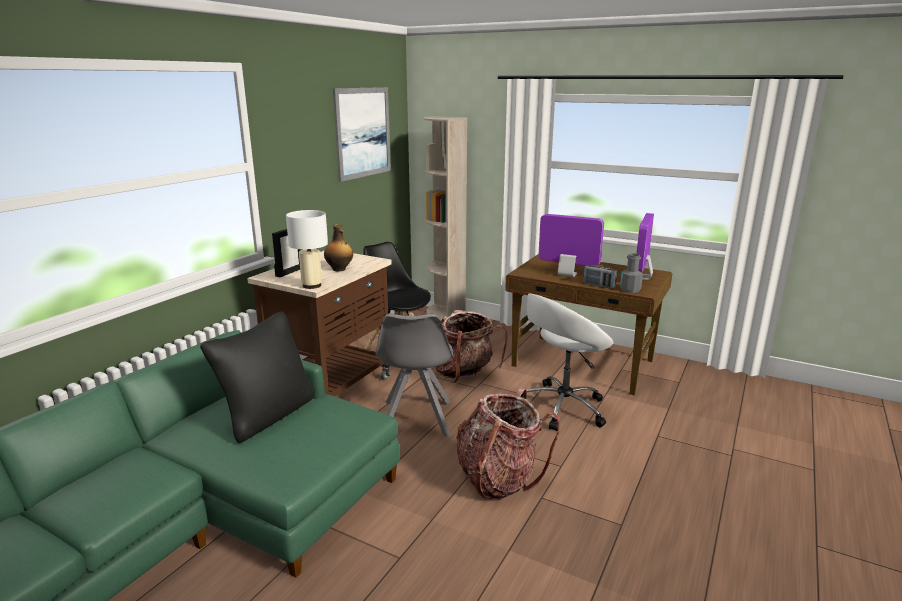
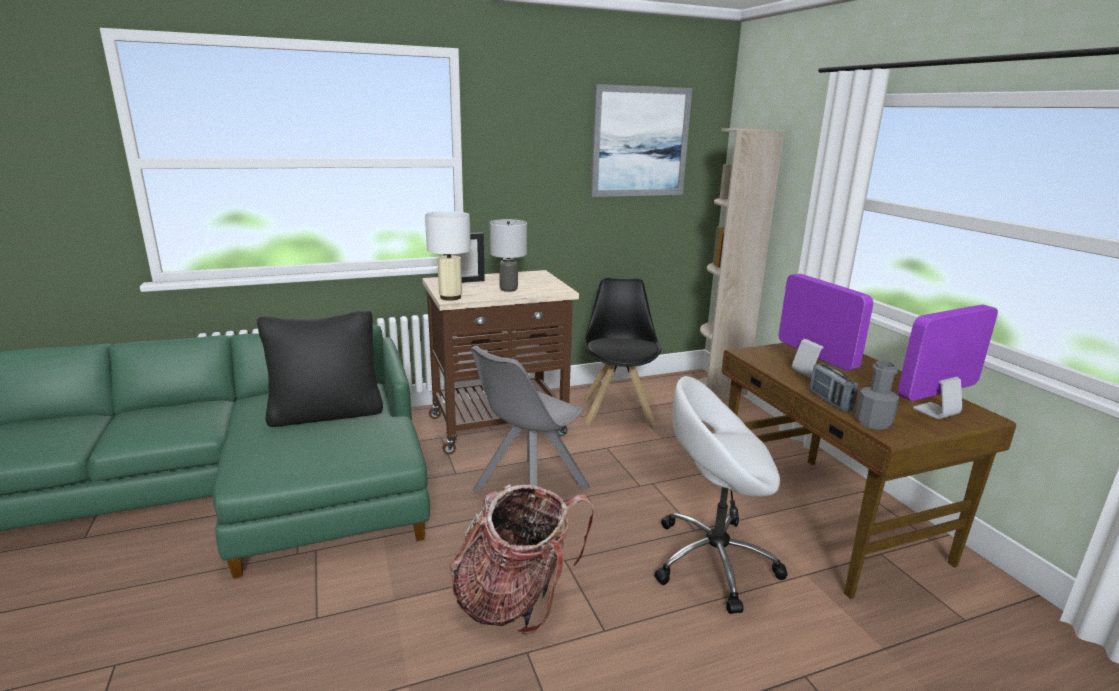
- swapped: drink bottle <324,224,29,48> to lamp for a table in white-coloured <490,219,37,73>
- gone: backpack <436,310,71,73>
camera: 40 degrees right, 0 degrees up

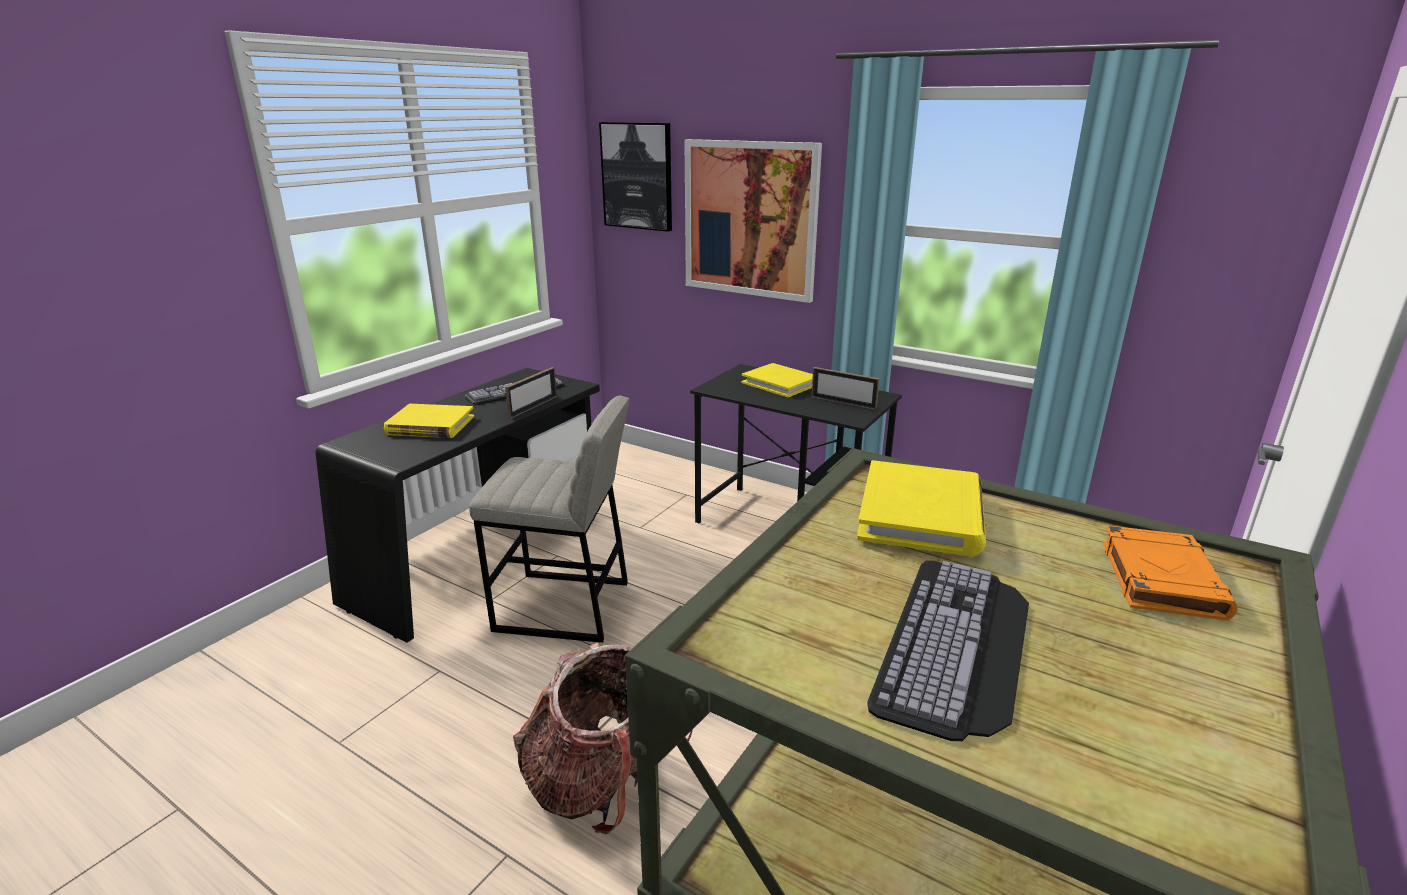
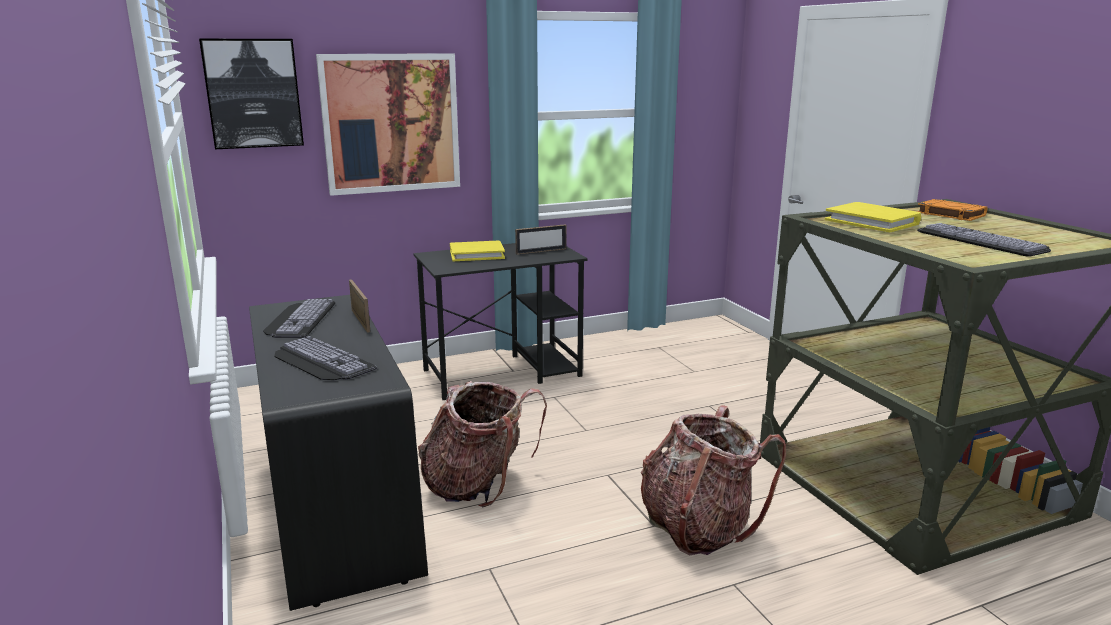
- swapped: book in yellow <384,404,90,34> to PC keyboard <274,336,103,45>
- swapped: chair in grey <469,395,161,248> to backpack <418,381,129,127>
camera: 55 degrees left, 5 degrees down

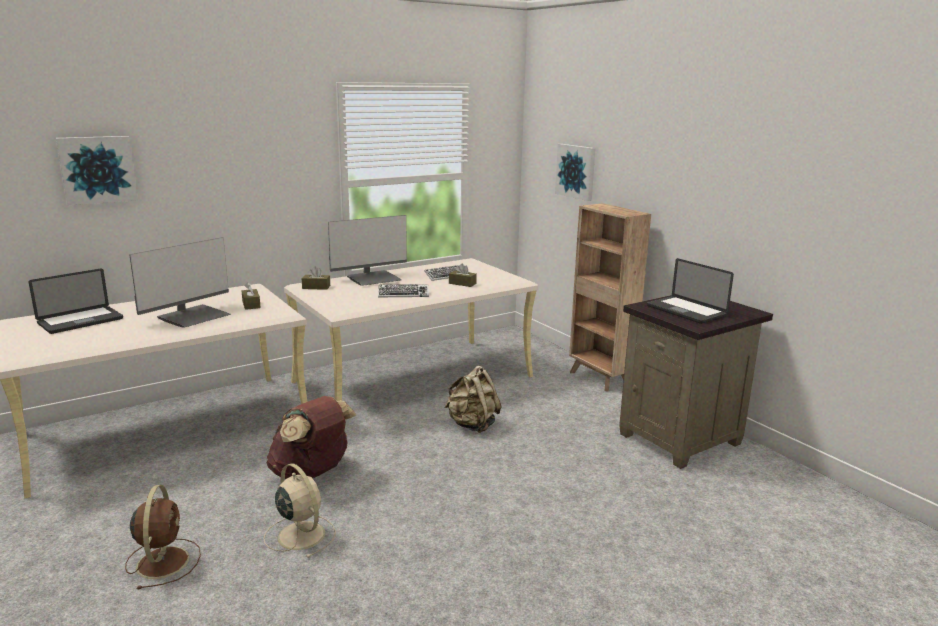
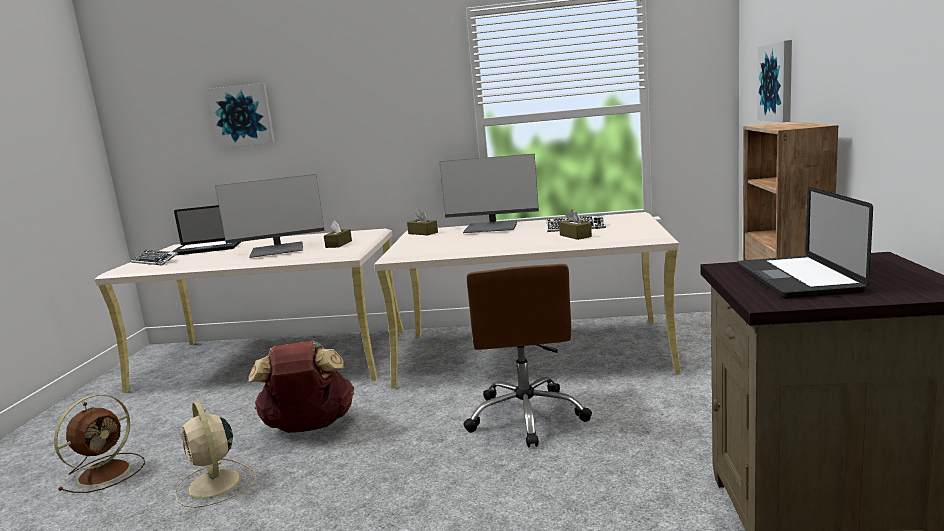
- shifted: PC keyboard <378,284,51,13> to <131,250,47,15>
- rotated: electric fan in beige <264,463,72,95> = <175,401,81,107> 150 degrees clockwise
- swapped: backpack in beige <444,366,57,67> to desk chair in brown <463,264,129,183>
camera: 40 degrees right, 5 degrees down

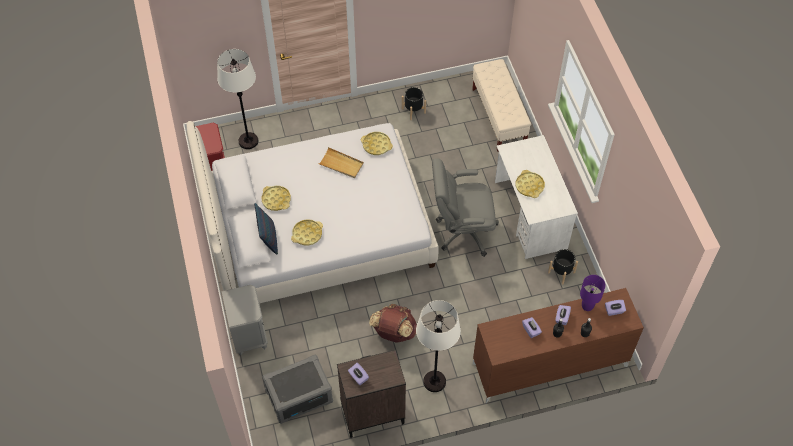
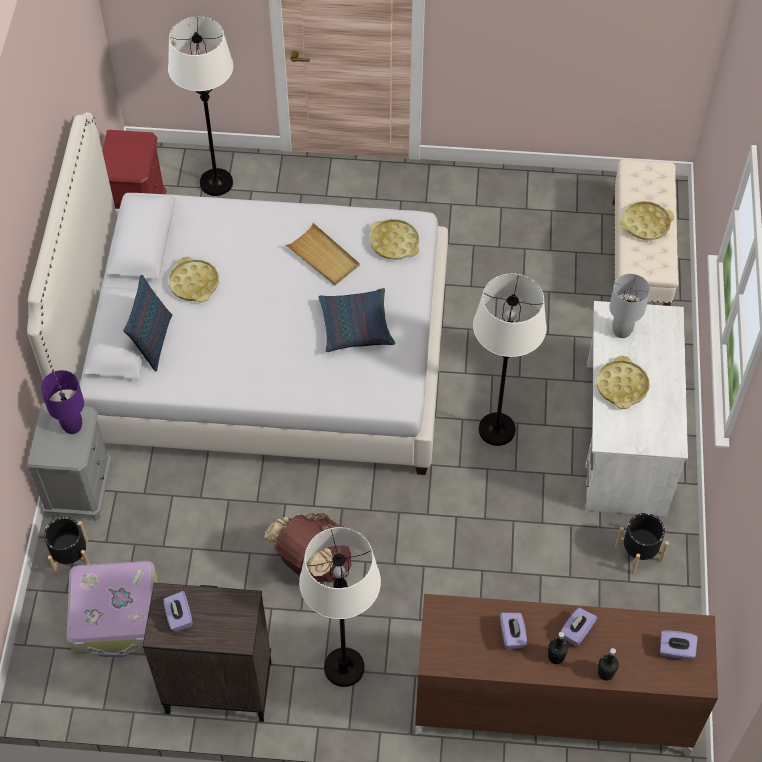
- shifted: lamp for a table in purple-coloured <580,275,26,36> to <41,370,43,64>
- shifted: plant pot in black-coloured <402,87,24,33> to <44,517,46,59>
- swapped: storage box in grey <262,355,71,69> to travel case <67,561,90,97>
- new: throw pillow in blue <319,288,76,64>
- swapped: desk chair in grey <432,158,67,99> to standard lamp in white-coloured <473,273,74,173>
- new: lamp for a table in grey <609,273,41,65>
- shifted: tray in yellow <291,219,32,27> to <620,201,54,39>
camera: 20 degrees right, 0 degrees up

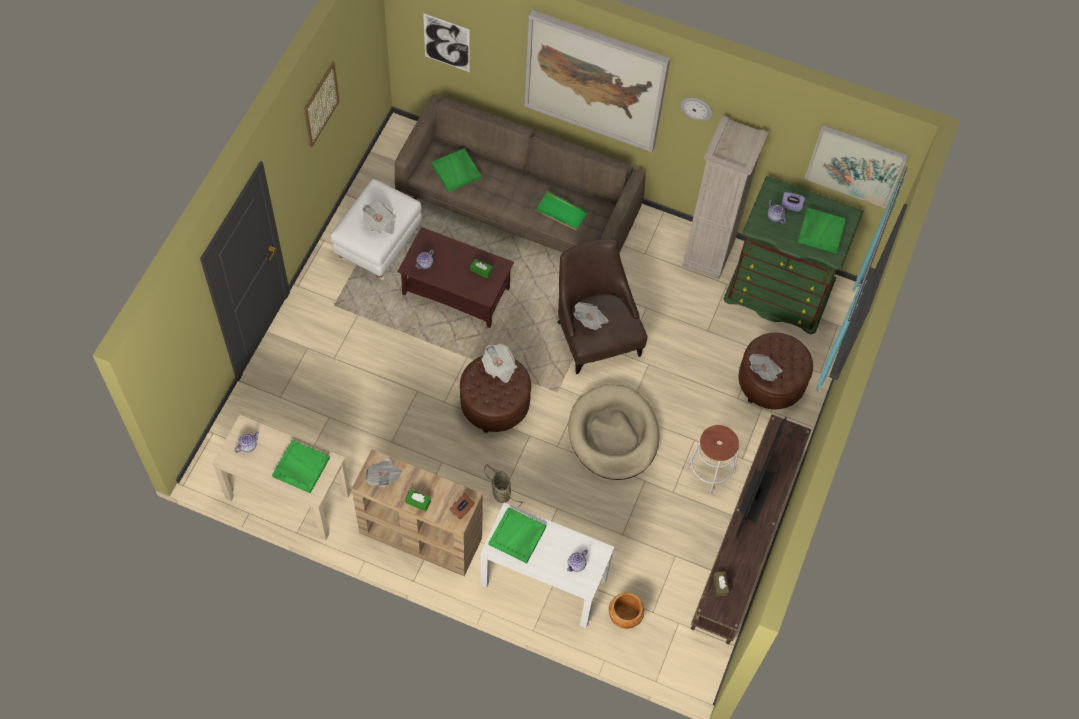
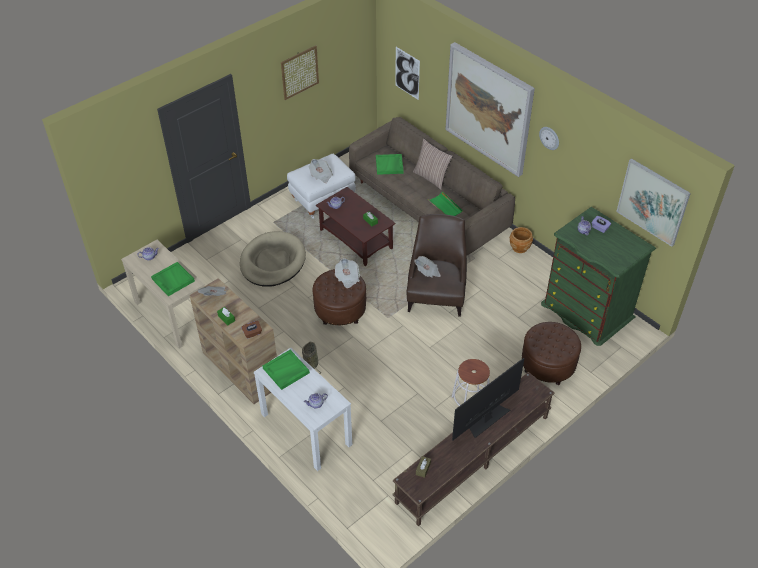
- shifted: pet bed in beige <568,384,91,96> to <240,231,66,56>
- new: throw pillow <413,139,40,51>
- shifted: plant pot in brown <608,593,36,36> to <510,227,23,26>
- gone: storage cabinet in beige <682,116,87,163>
- gone: printed paper <749,354,33,27>
- gone: tray in green <798,208,48,45>
camera: 30 degrees right, 15 degrees down

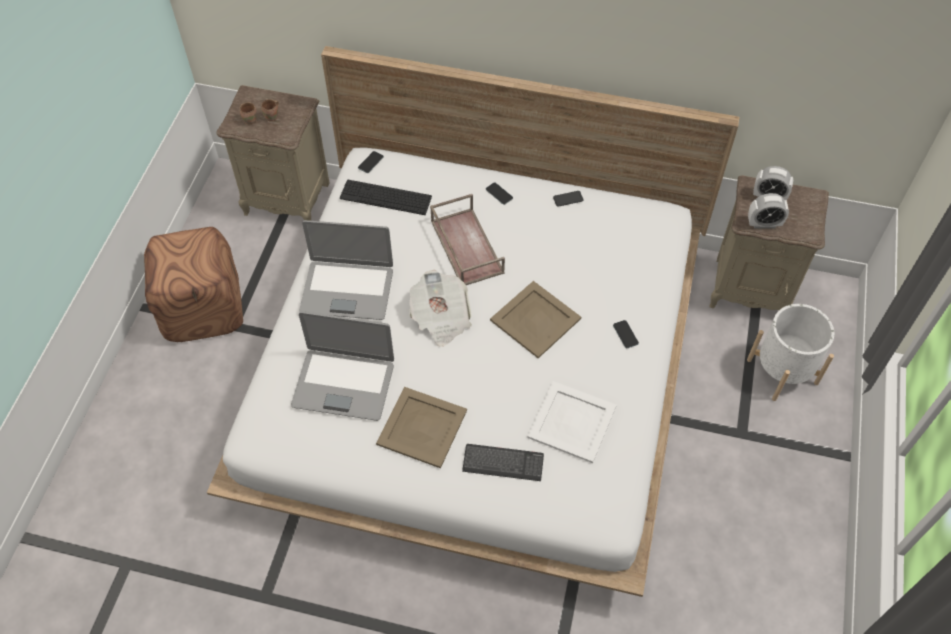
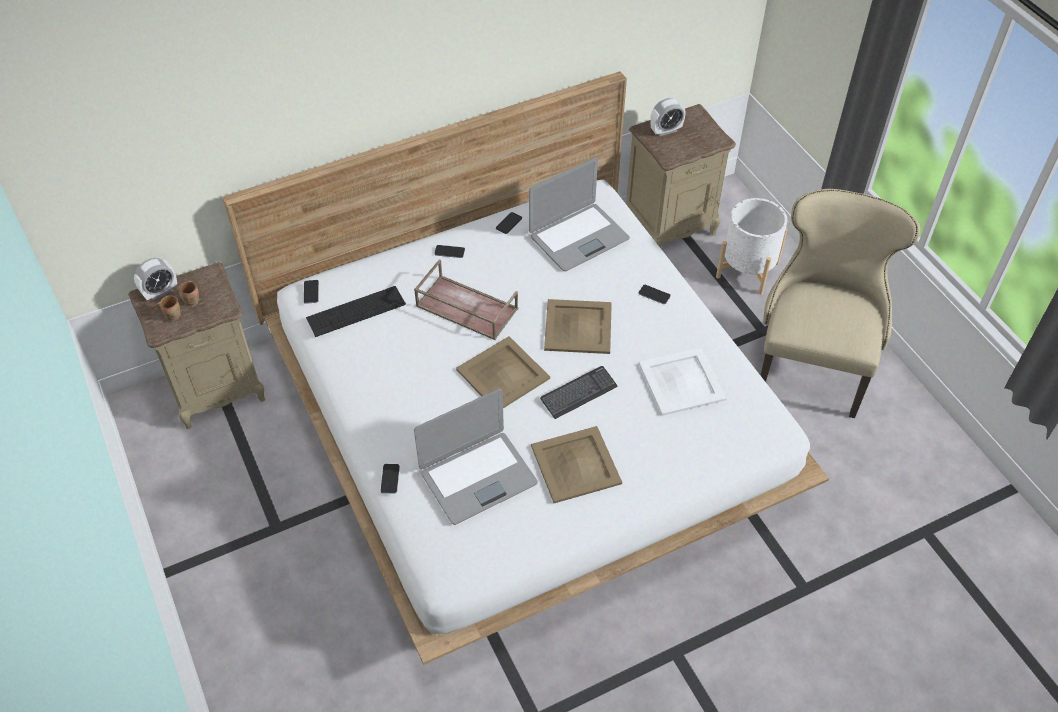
- shifted: table clock <748,193,41,36> to <134,258,43,43>
- new: telephone <381,464,19,30>
- swapped: printed paper <409,270,63,77> to tray in beige <456,336,94,72>
- shifted: laptop <299,220,94,100> to <529,158,101,113>
- shifted: PC keyboard <462,444,82,37> to <540,366,78,53>
- new: chair in beige <760,189,160,229>
- gone: footrest in brown <144,227,99,115>
camera: 40 degrees left, 5 degrees down

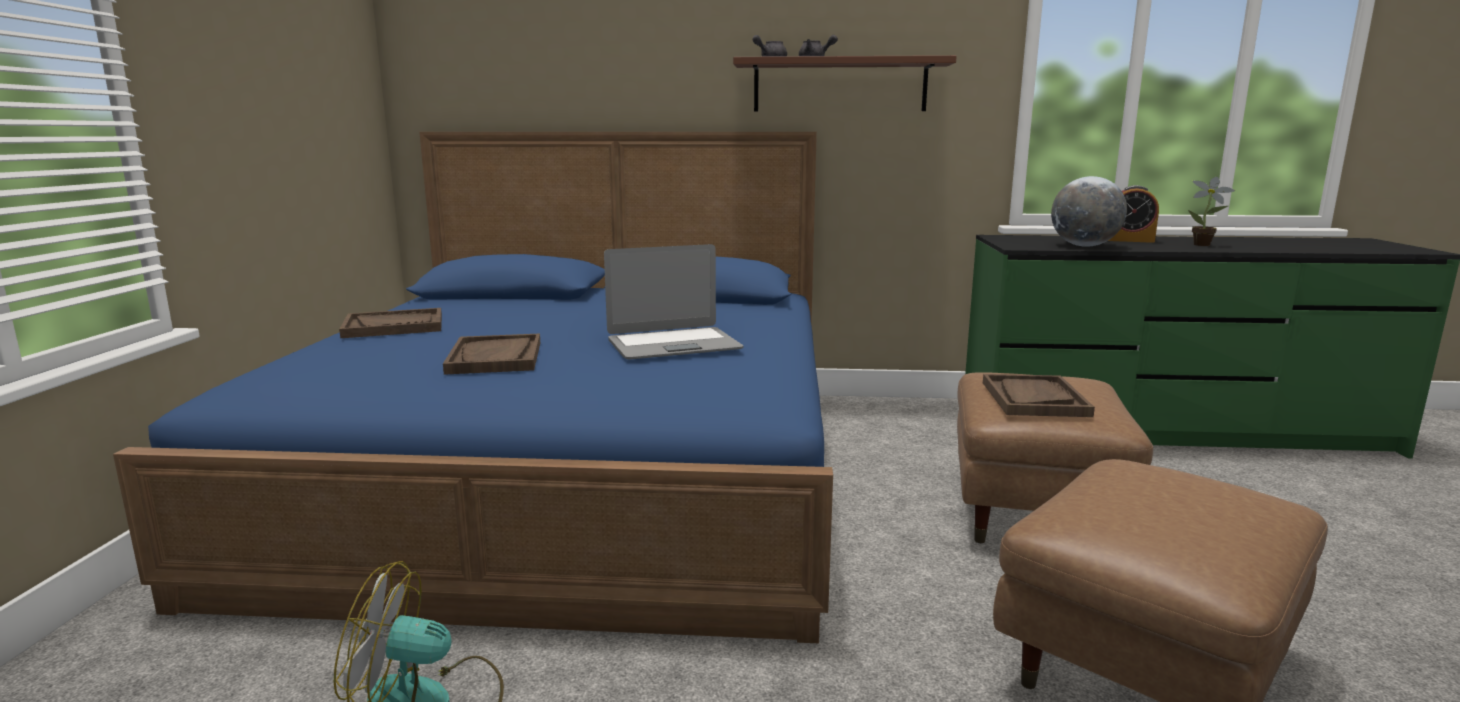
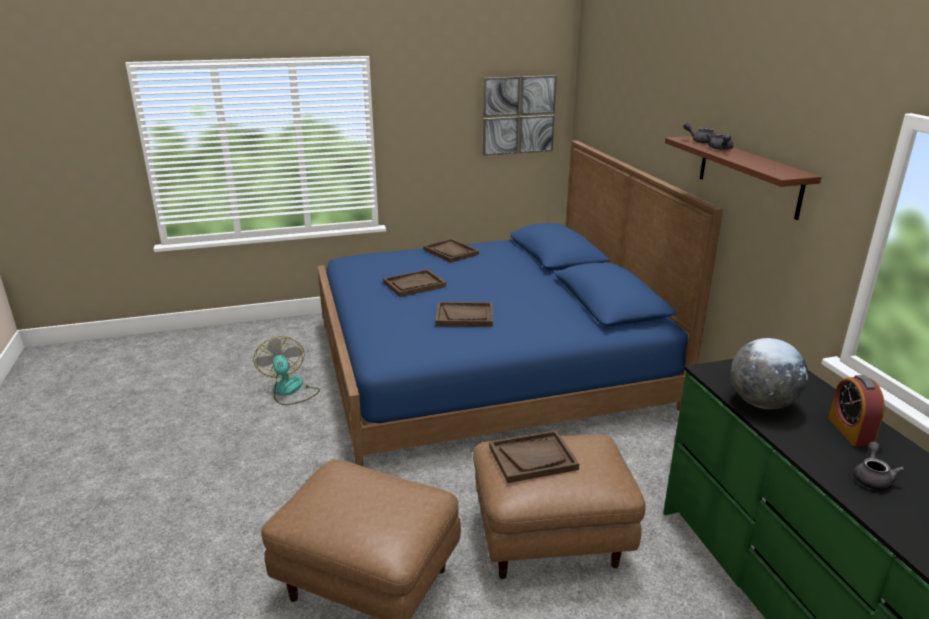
- swapped: laptop <604,244,140,116> to tray in brown <435,302,58,25>
- new: wall art <483,75,74,81>
- swapped: potted plant <1188,177,47,69> to tea pot in grey <854,442,51,48>
camera: 70 degrees right, 10 degrees up

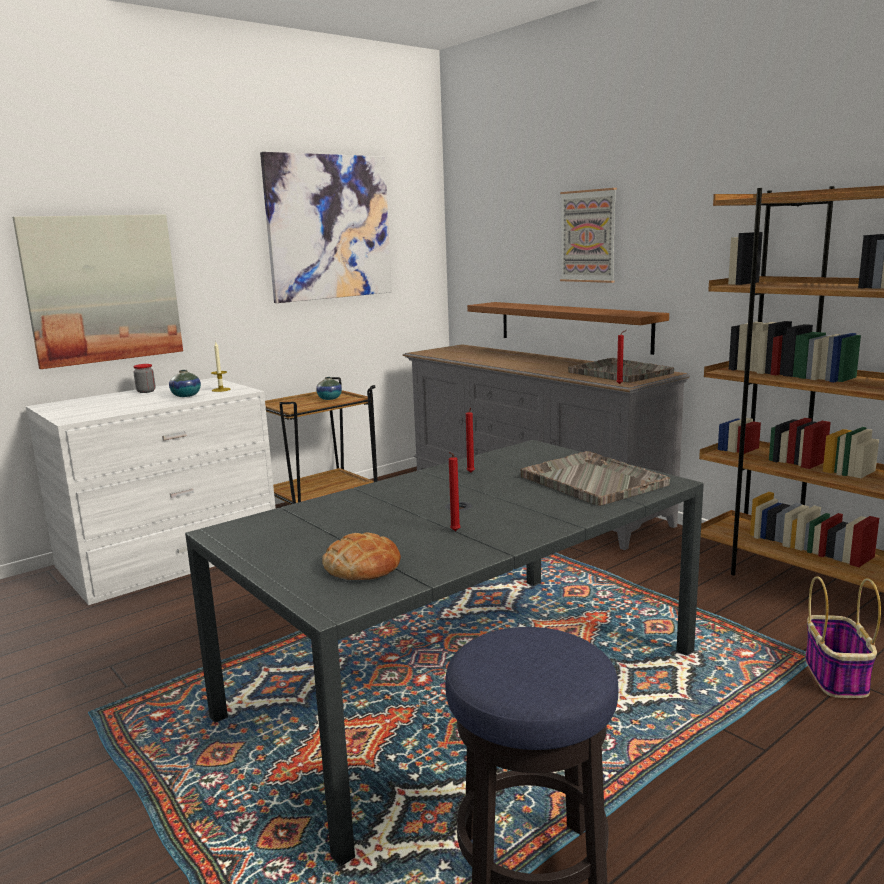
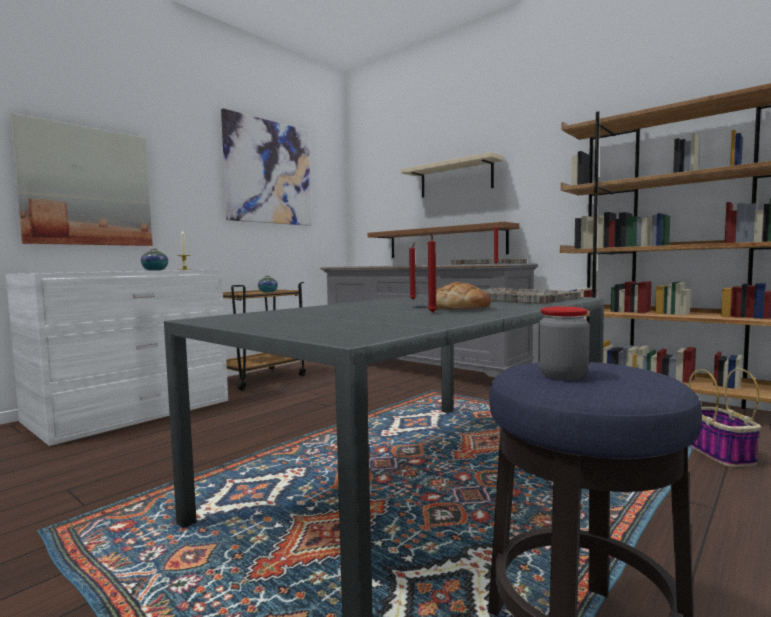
- swapped: wall art <560,188,57,95> to shelf in beige <401,152,103,46>
- shifted: bakery bread <322,533,79,47> to <436,282,55,27>
- shifted: jar <133,364,22,29> to <538,306,51,74>
camera: 10 degrees left, 10 degrees down

